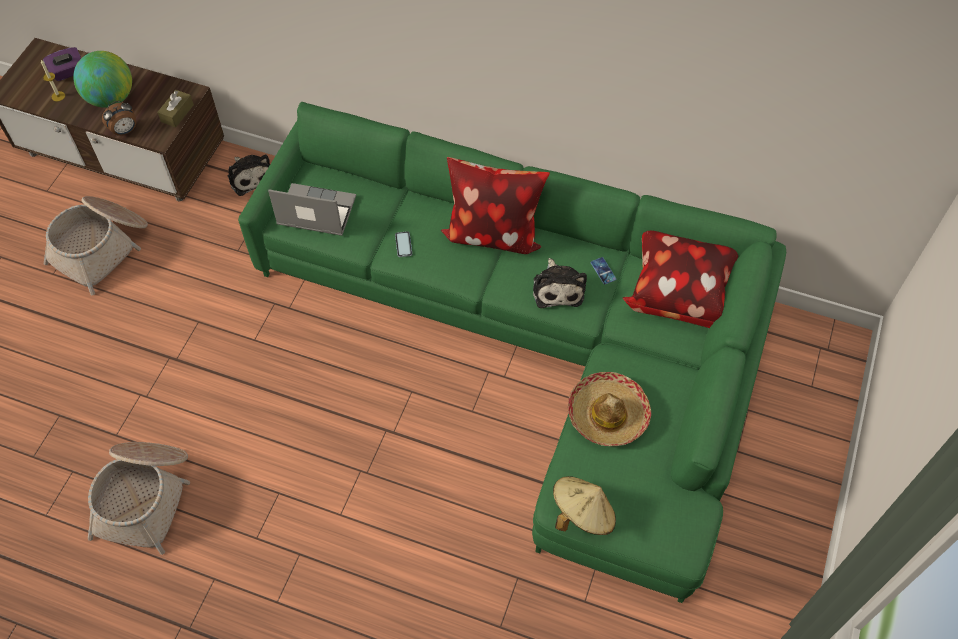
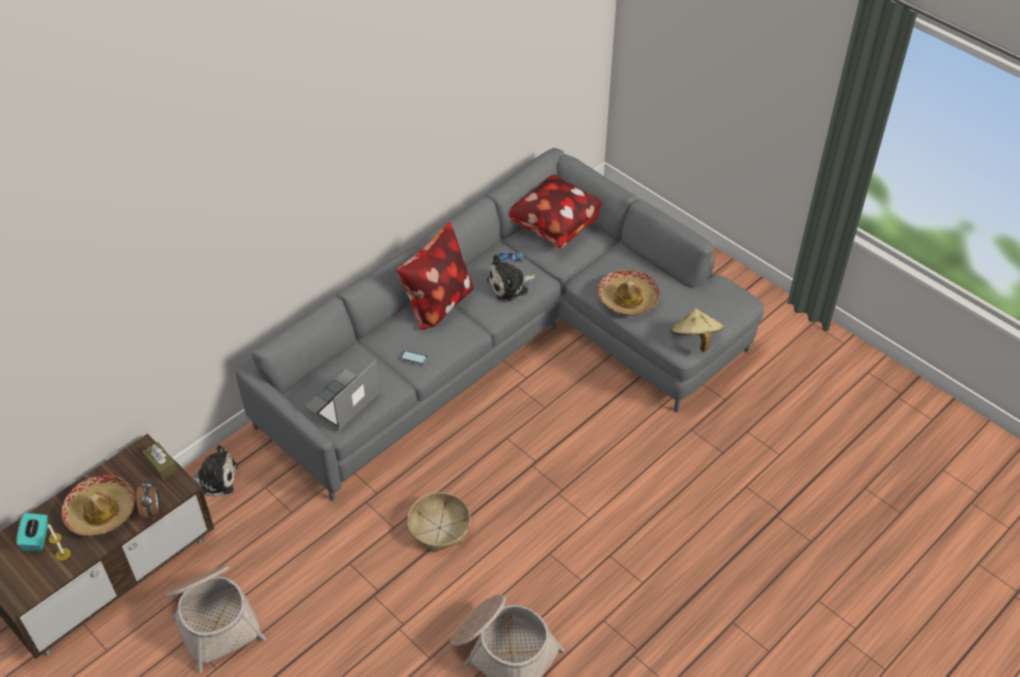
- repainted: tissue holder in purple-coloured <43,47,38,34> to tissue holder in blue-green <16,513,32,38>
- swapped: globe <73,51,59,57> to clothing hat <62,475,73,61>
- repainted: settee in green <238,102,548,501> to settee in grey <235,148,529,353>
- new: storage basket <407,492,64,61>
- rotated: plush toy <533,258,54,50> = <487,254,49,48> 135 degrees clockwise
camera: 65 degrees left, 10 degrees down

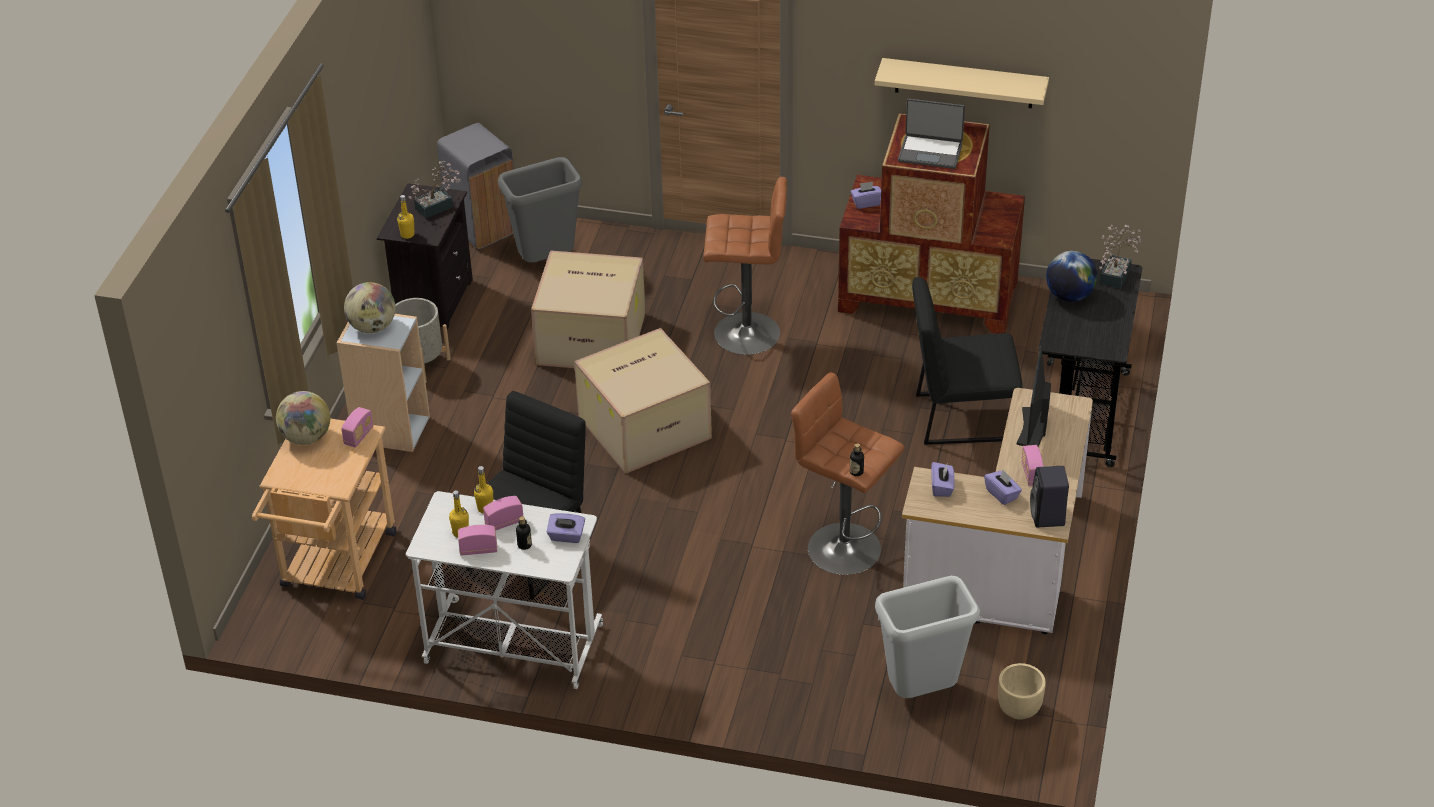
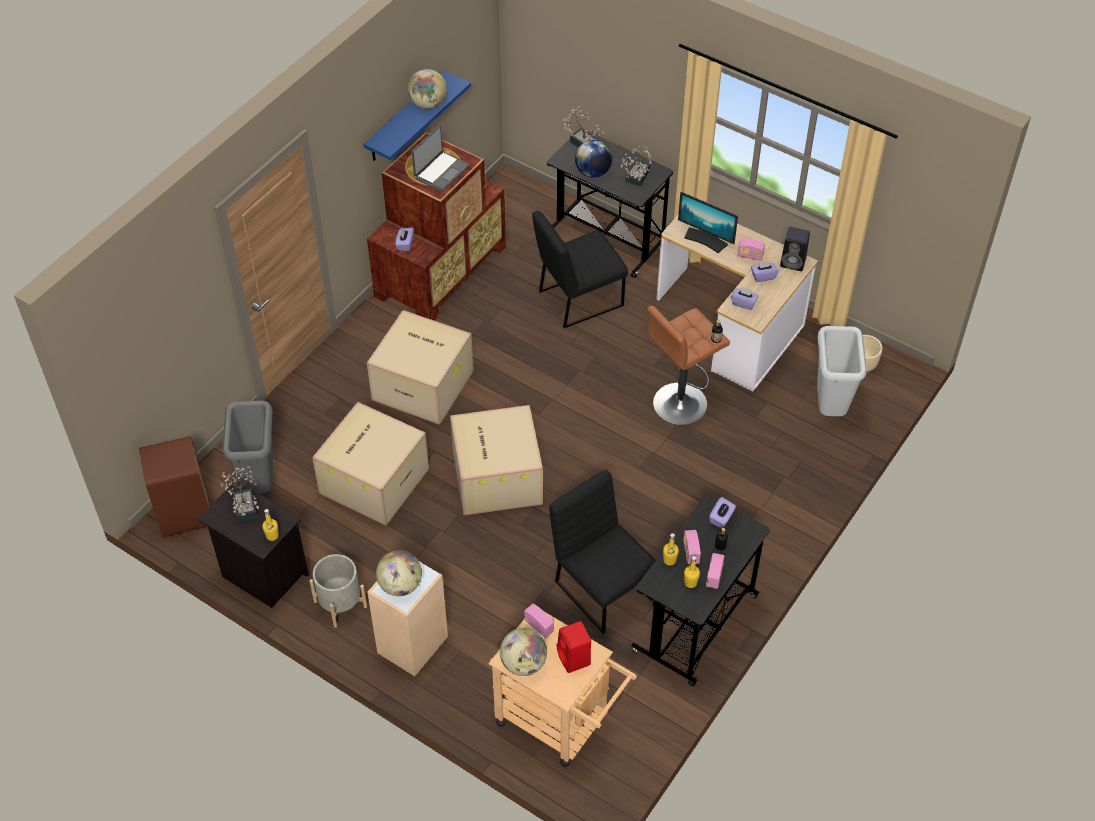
- repainted: waste bin in grey <437,123,77,126> to waste bin in brown <139,436,71,101>
- repainted: shelf in beige <875,58,174,50> to shelf in blue <363,71,108,90>
- swapped: stool seat in brown <703,177,84,178> to packing box <367,310,107,115>
- new: globe <408,69,39,40>
- rotated: chair in black-coloured <912,277,111,168> = <532,211,96,117> 45 degrees clockwise
- new: loudspeaker in red <557,621,34,52>
- new: potted plant <621,146,31,40>
- repainted: desk in white-coloured <406,491,197,198> to desk in black-coloured <631,495,139,191>
camera: 70 degrees left, 10 degrees up

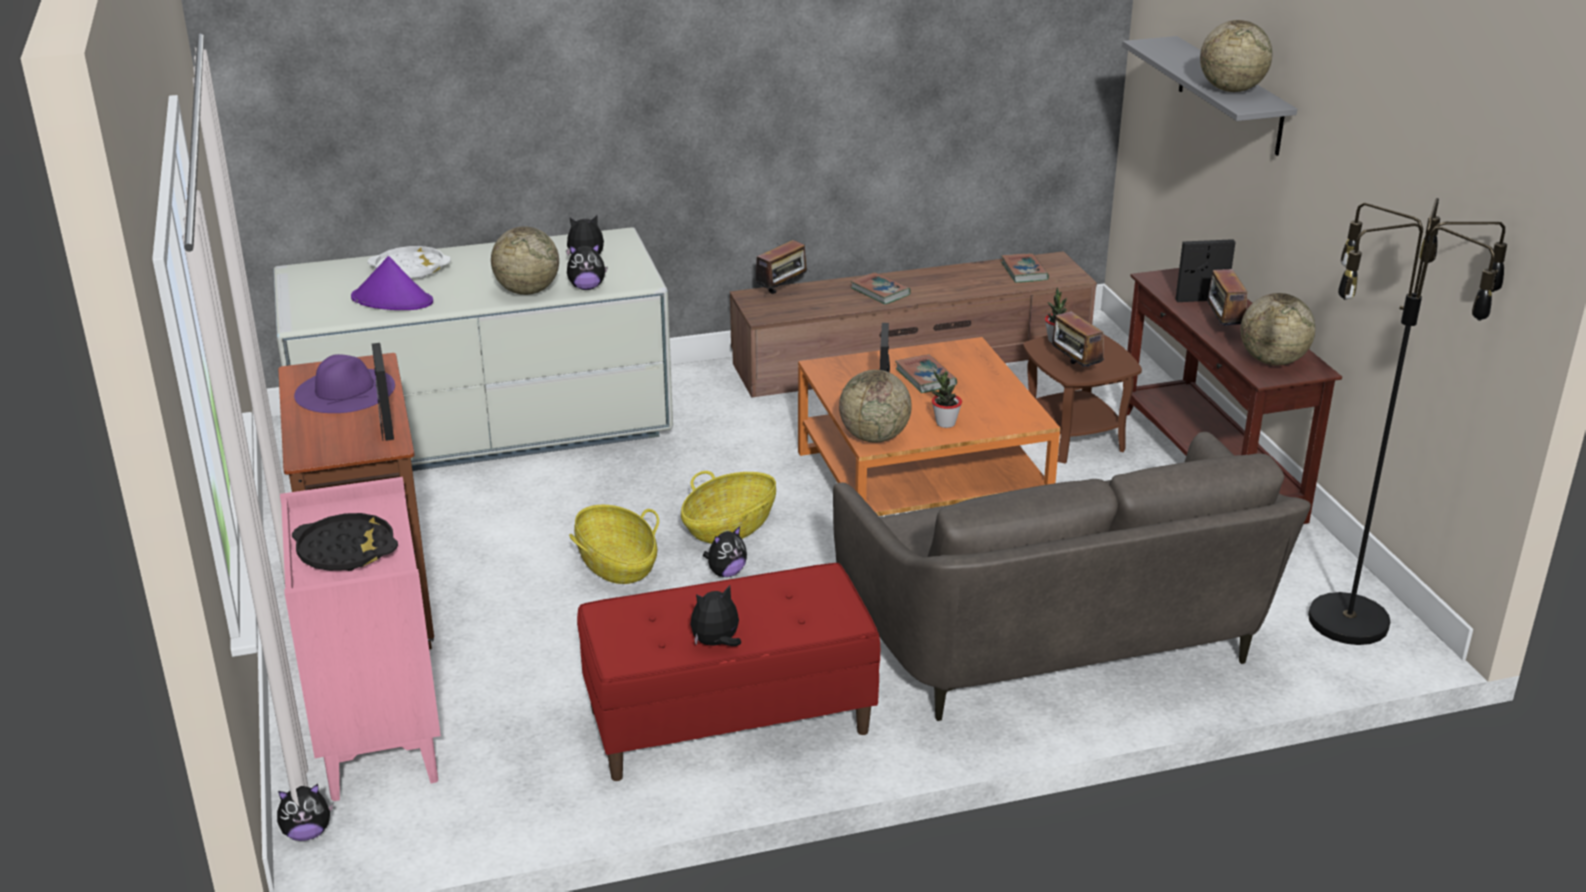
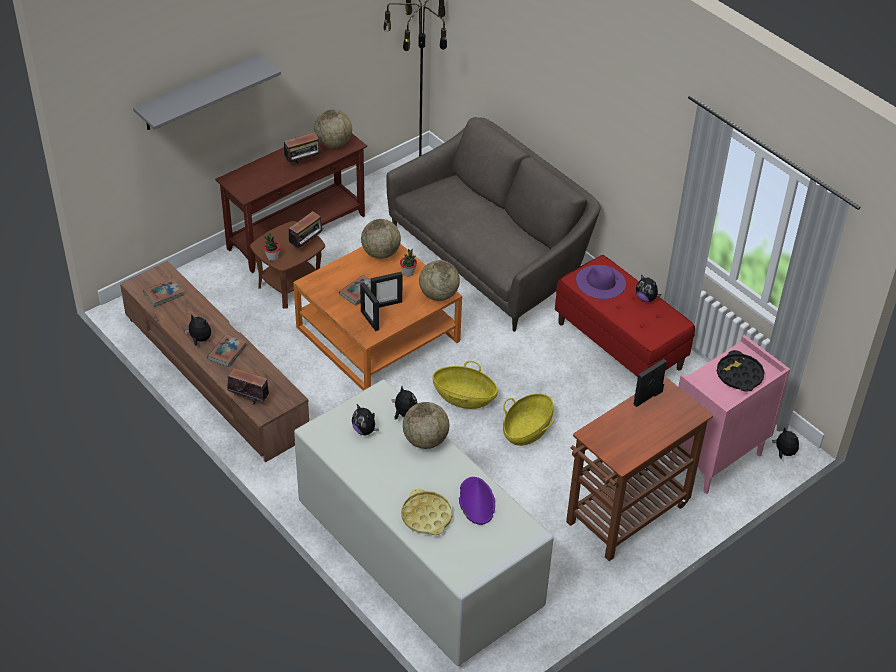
- shifted: plush toy <703,526,44,51> to <184,314,27,31>
- shifted: standing frame <1175,239,61,63> to <360,282,19,49>
- shifted: globe <1200,20,72,72> to <361,219,40,40>
- repainted: tray in white-coloured <368,246,83,33> to tray in yellow <401,489,52,46>
- shifted: clothing hat in purple-coloured <294,354,101,59> to <576,265,50,34>
camera: 115 degrees left, 15 degrees up

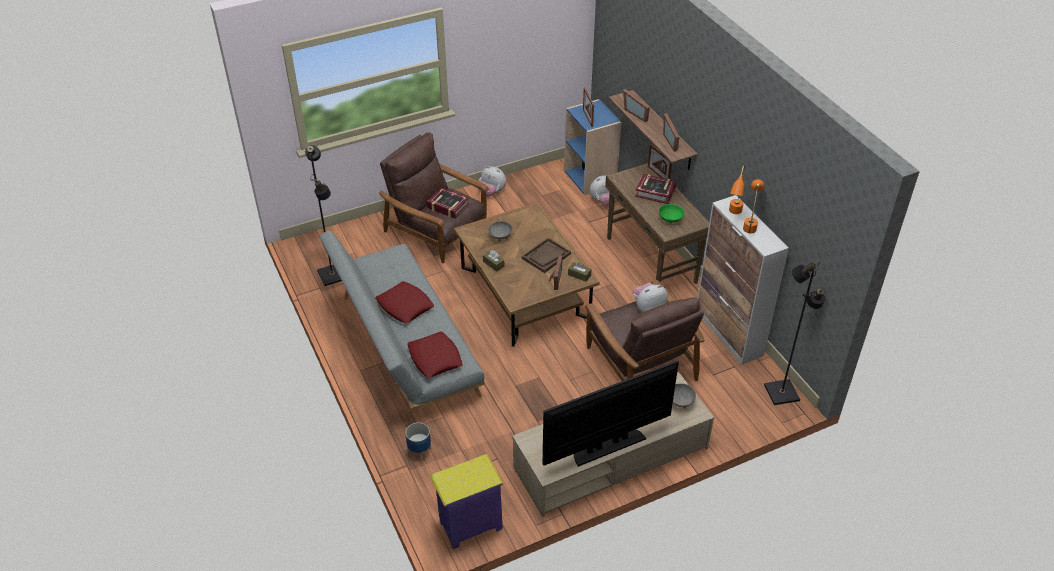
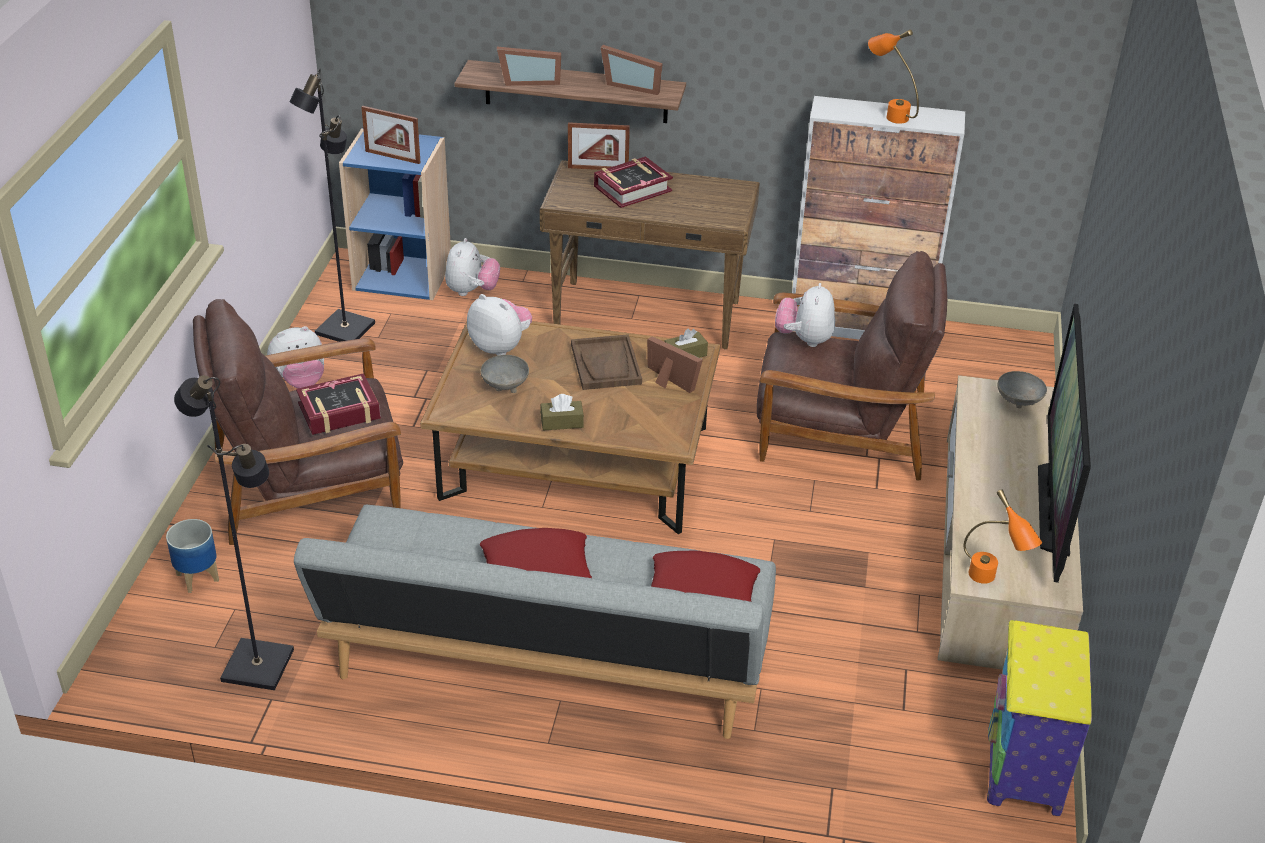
- shifted: plant pot <405,422,26,39> to <166,519,53,74>
- shifted: standard lamp in black-coloured <764,262,61,143> to <289,68,86,274>
- new: plush toy <467,294,65,62>
- shifted: lamp for a table in orangey <729,166,16,48> to <964,489,78,95>
- gone: bowl in green <659,204,25,20>
camera: 55 degrees left, 5 degrees down

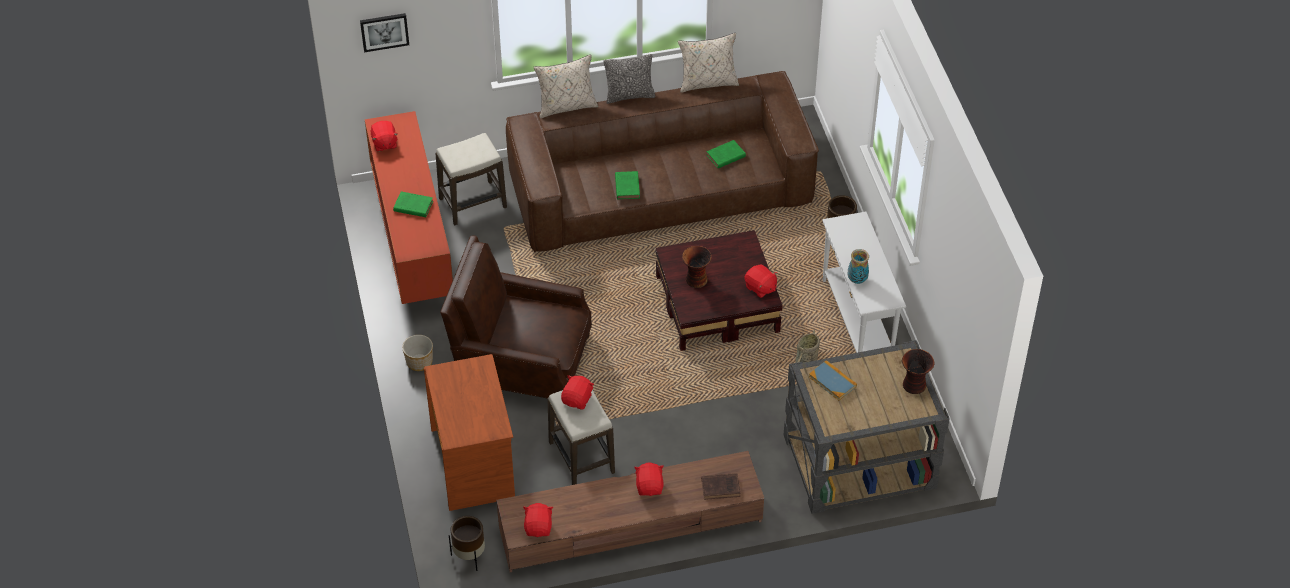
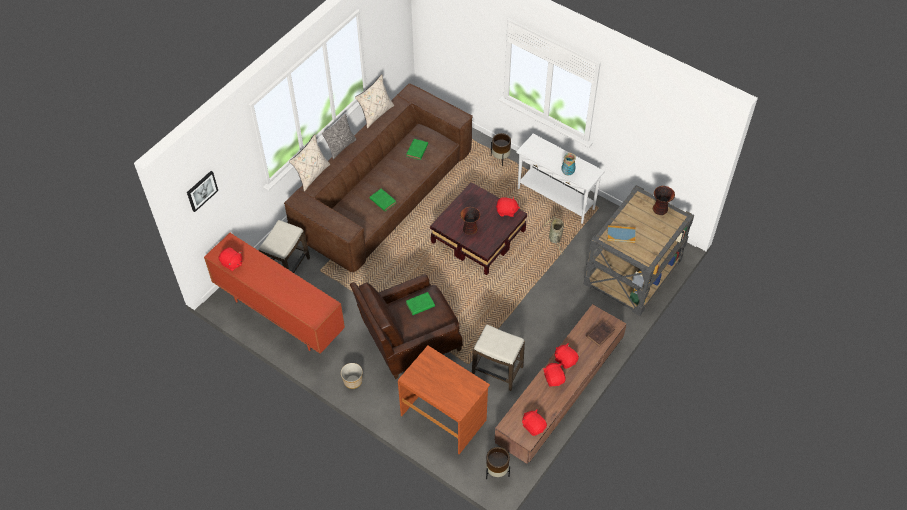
- shifted: book in green <393,192,40,25> to <406,292,29,23>
- shifted: plush toy in red <561,375,33,34> to <543,363,23,23>
camera: 40 degrees left, 5 degrees up

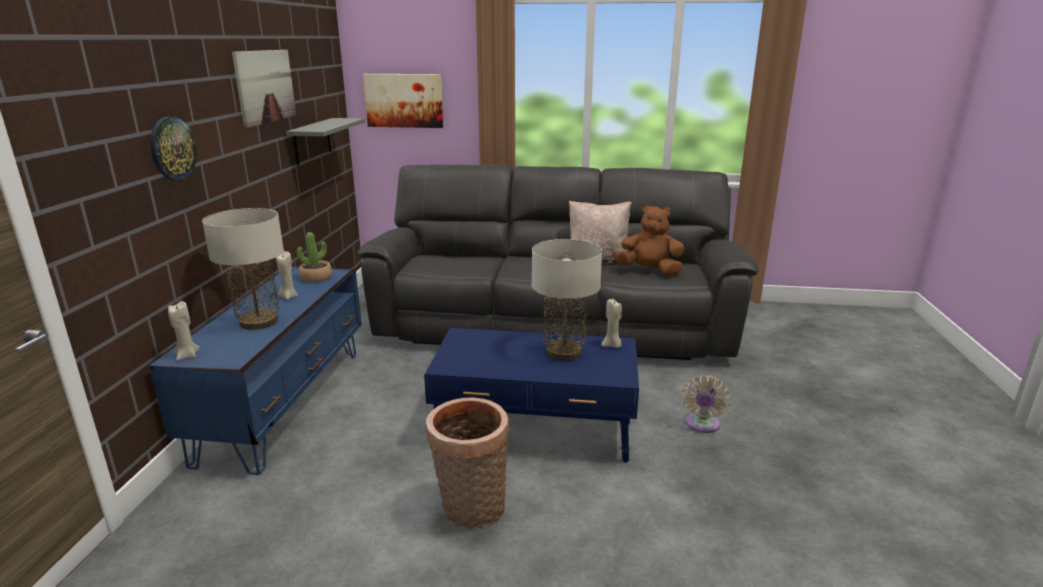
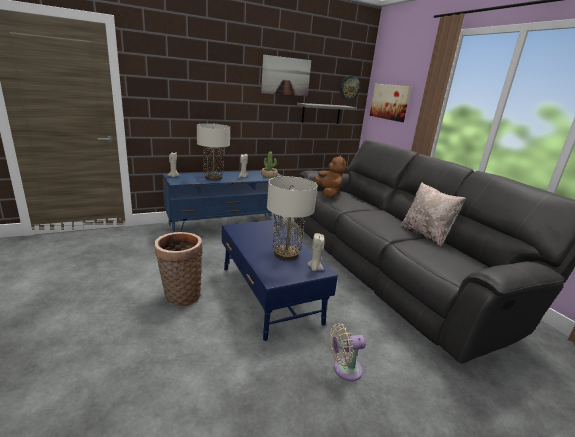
- shifted: plush toy in brown <614,204,71,71> to <314,155,32,43>
- shifted: clock on the wall <150,116,47,65> to <340,76,20,24>
camera: 55 degrees right, 0 degrees up

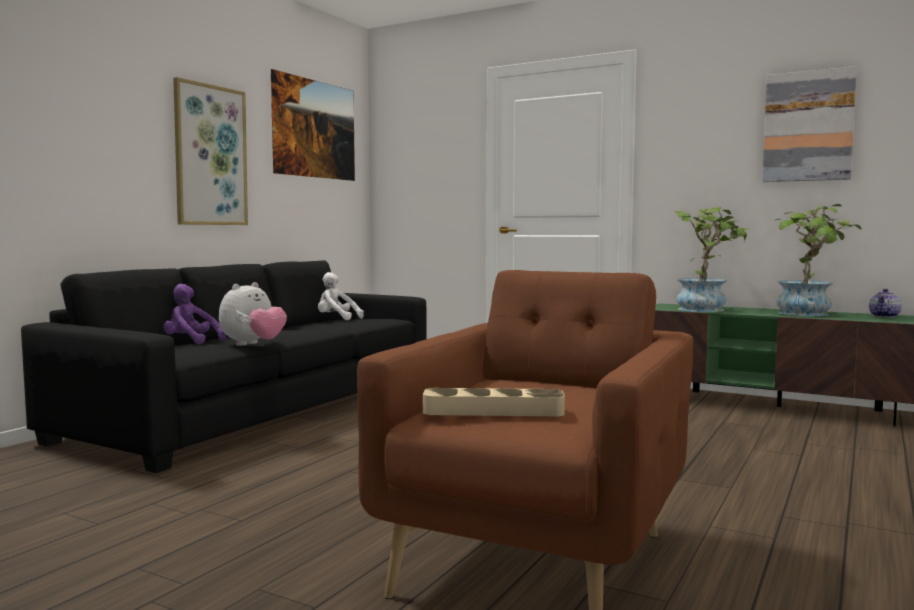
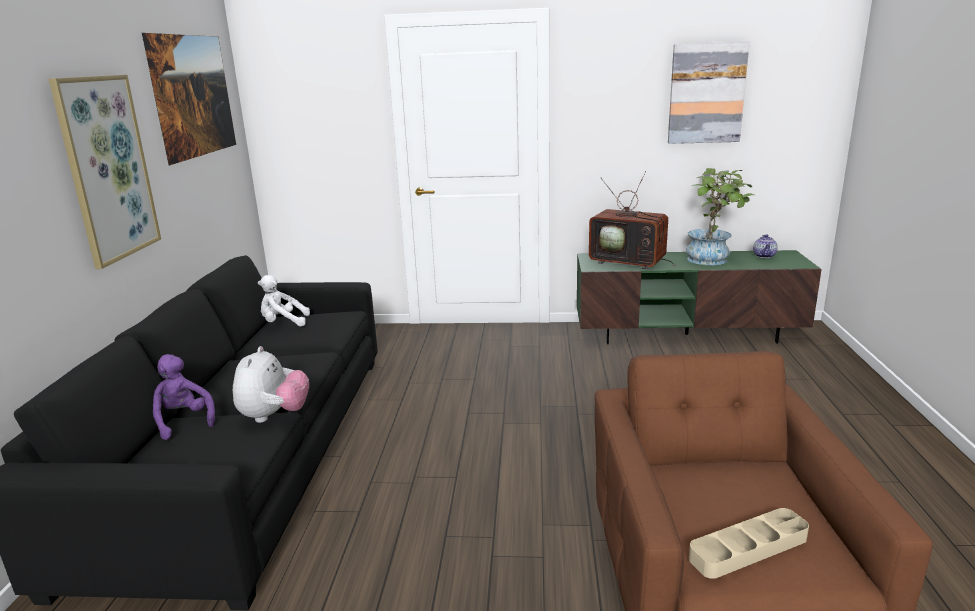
- rotated: plush toy in purple-coloured <163,284,63,61> = <153,354,62,86> 60 degrees clockwise
- swapped: potted plant <674,207,76,105> to TV <589,171,87,98>
camera: 25 degrees left, 15 degrees up

